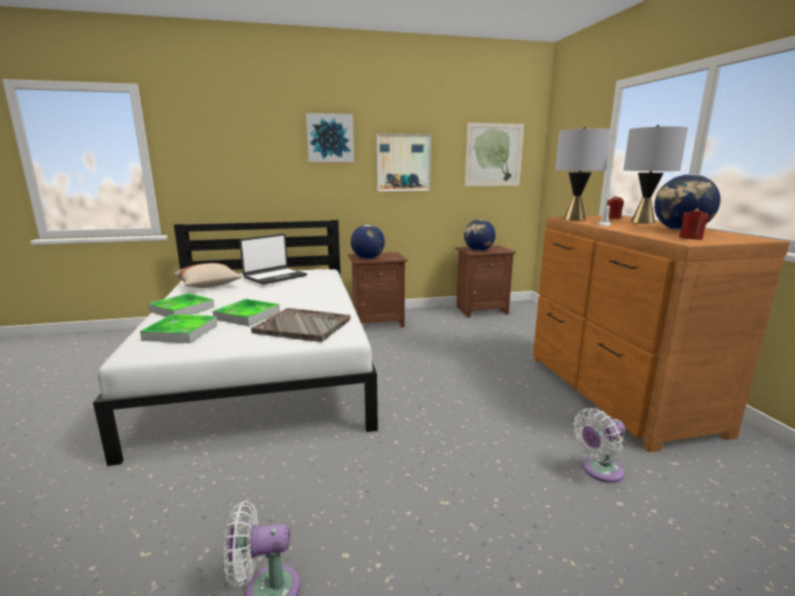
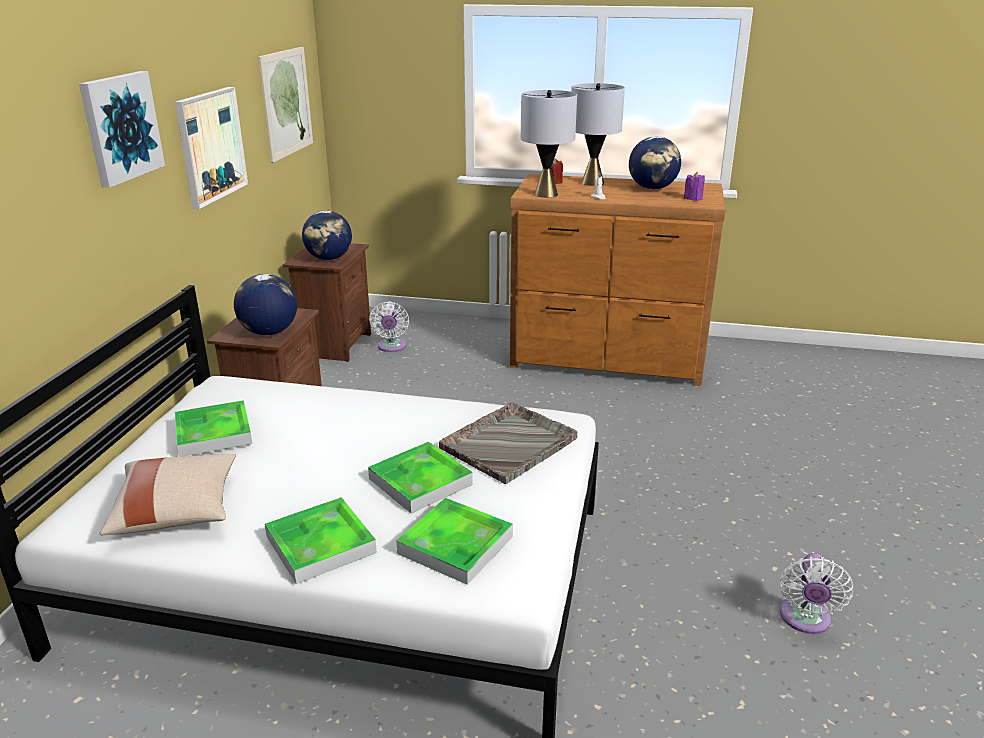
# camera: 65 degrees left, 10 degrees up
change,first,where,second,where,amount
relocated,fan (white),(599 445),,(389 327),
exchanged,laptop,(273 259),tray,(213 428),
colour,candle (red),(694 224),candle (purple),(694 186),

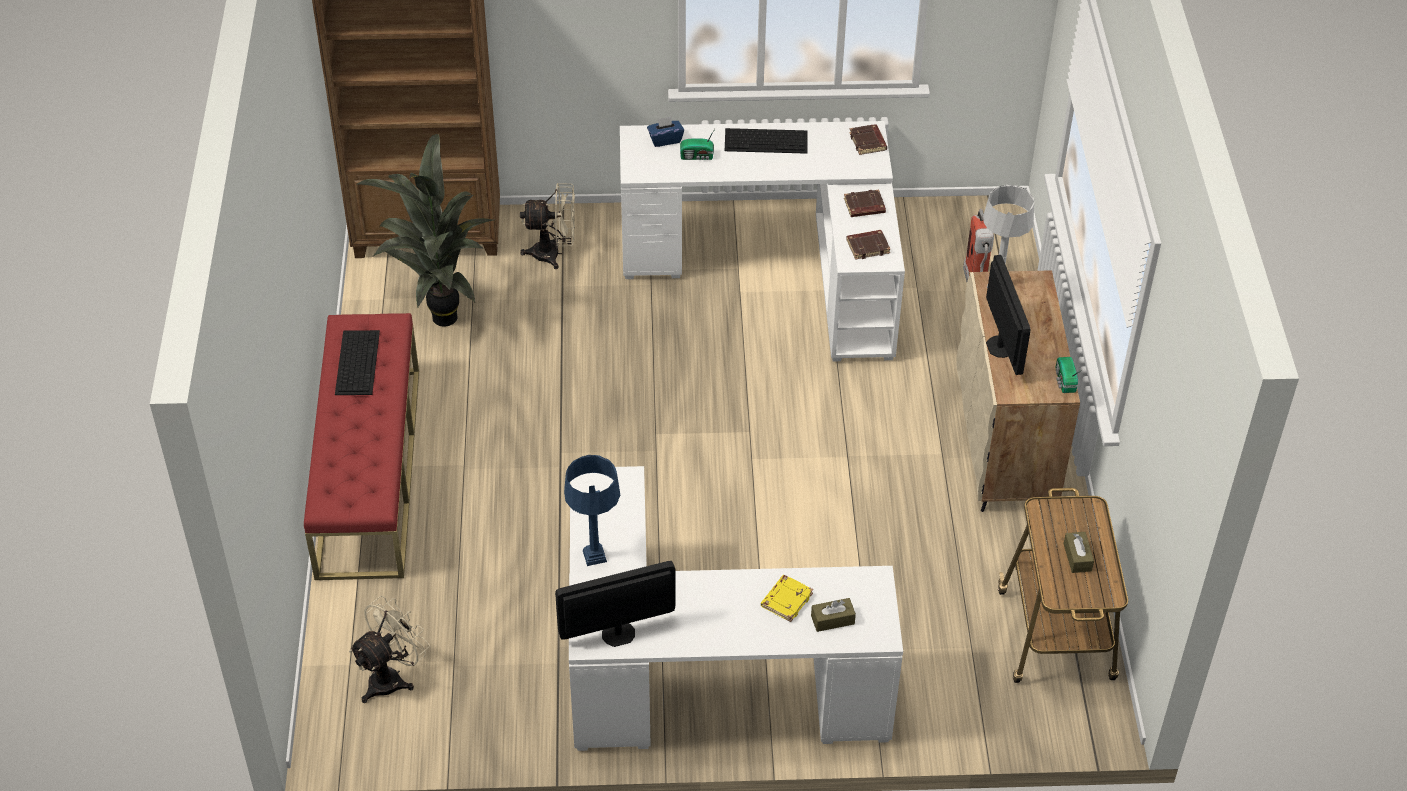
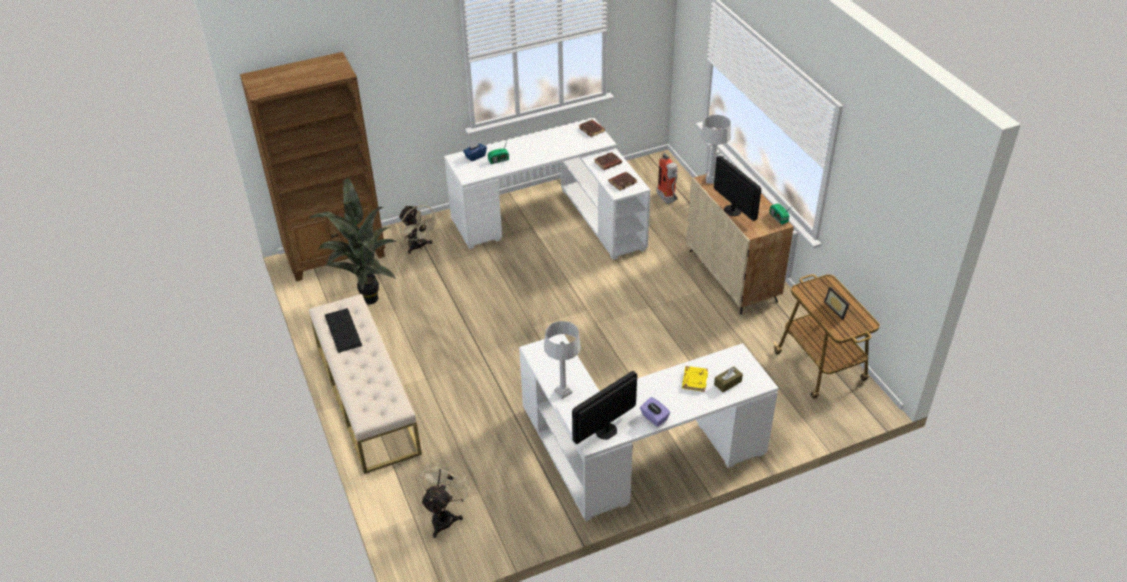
# camera: 20 degrees left, 5 degrees down
change,first,where,second,where,amount
missing,keyboard,(766 141),,,
appeared,,,tissue box (purple),(655 412),
exchanged,tissue box (brown),(1078 552),picture frame,(836 303),
colour,bench (red),(361 446),bench (beige),(365 384),
colour,table lamp (blue),(592 510),table lamp (grey),(562 360),
spun,fan (beige),(547 226),,(419 229),75 degrees clockwise

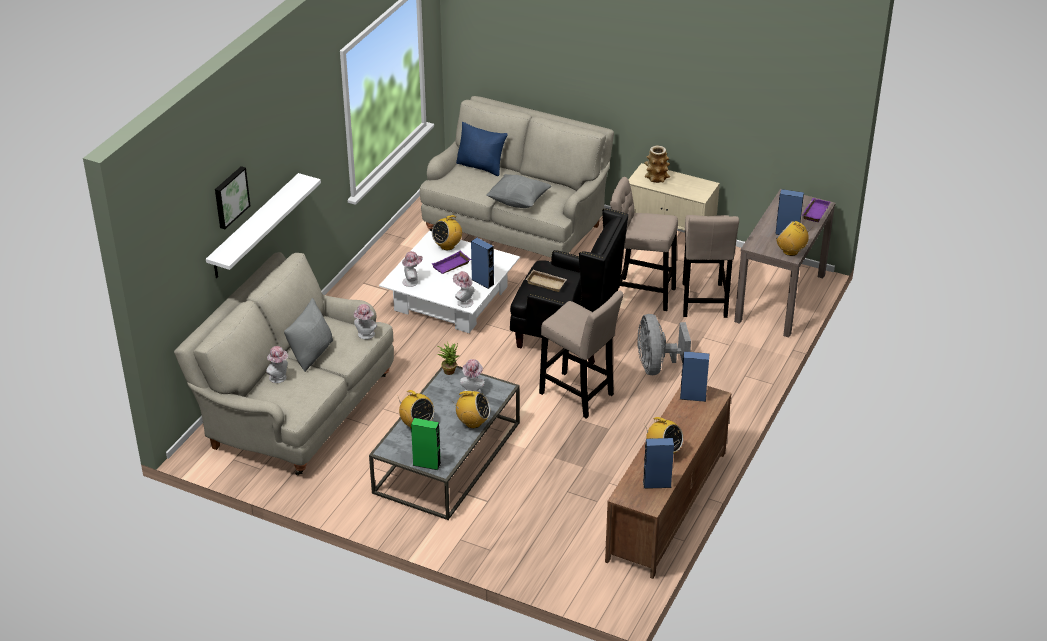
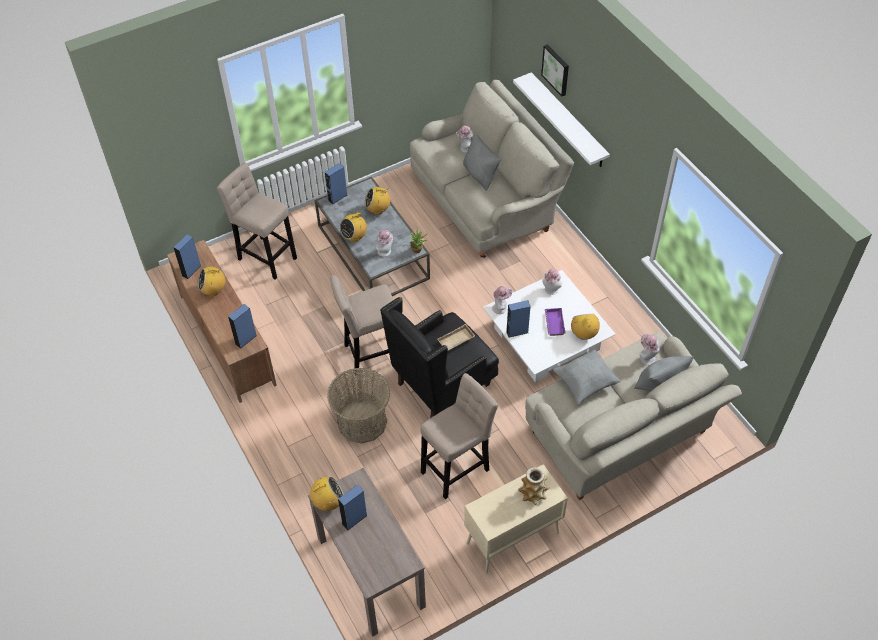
# camera: 125 degrees right, 15 degrees up
change,first,where,second,where,amount
missing,tray (purple),(816 210),,,
relocated,hat,(365 322),,(649 349),
relocated,stool (beige),(711 266),,(257 221),
exchanged,fan (grey),(664 344),basket,(358 406),
colour,speaker (green),(426 444),speaker (blue),(336 184),
colour,pillow (blue),(482 149),pillow (grey),(664 373),

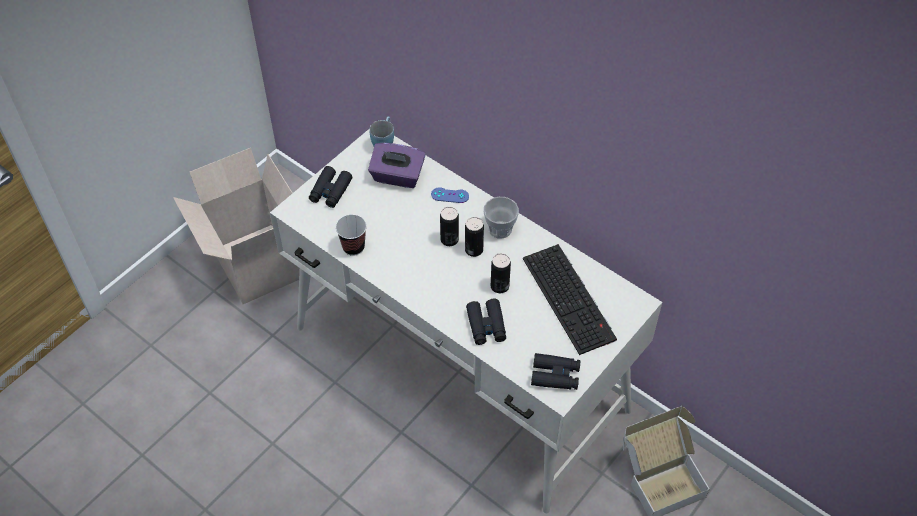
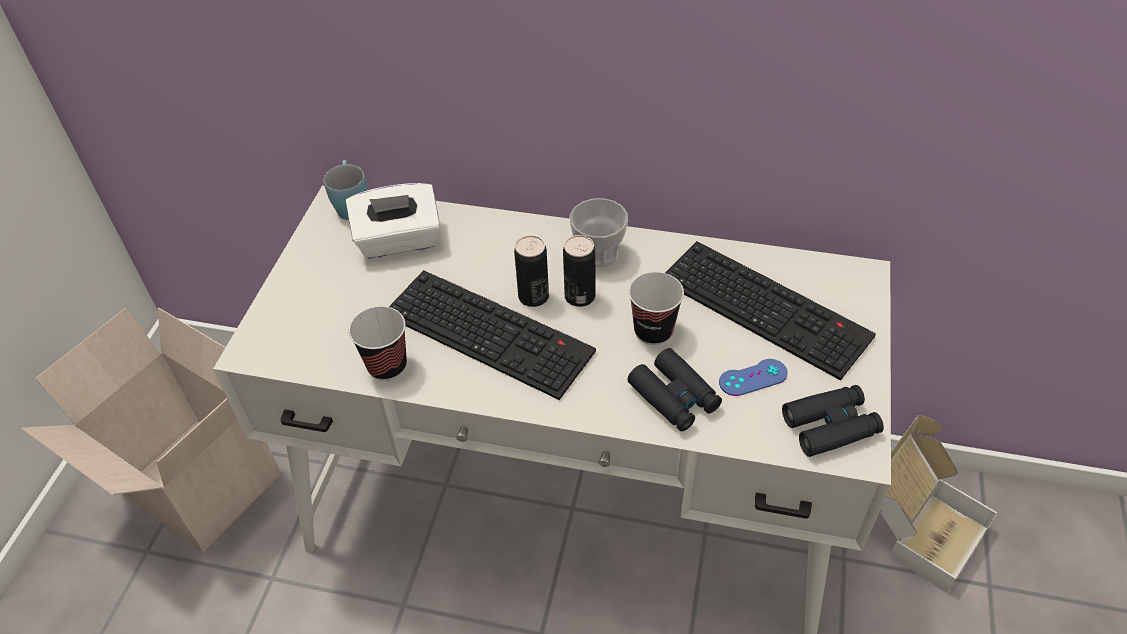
# camera: 25 degrees left, 5 degrees down
change,first,where,second,where,amount
missing,binoculars (black),(330 187),,,
appeared,,,keyboard,(492 335),
relocated,game controller (blue),(450 195),,(753 377),
exchanged,can,(501 273),cup,(656 308),
colour,tissue box (purple),(397 165),tissue box (white),(393 221),

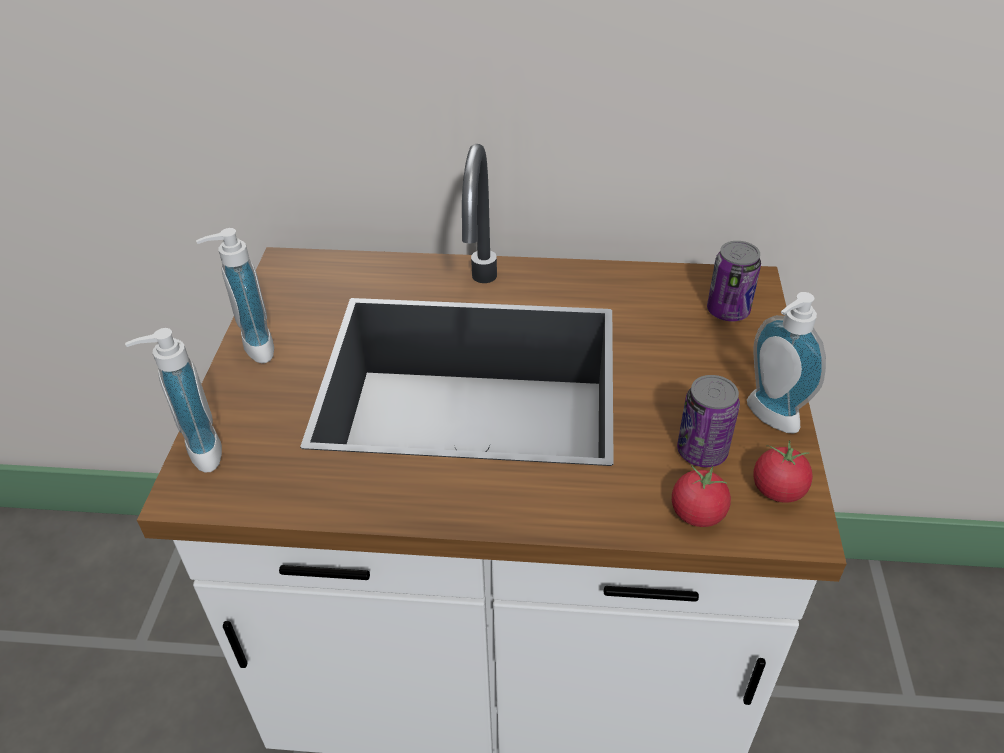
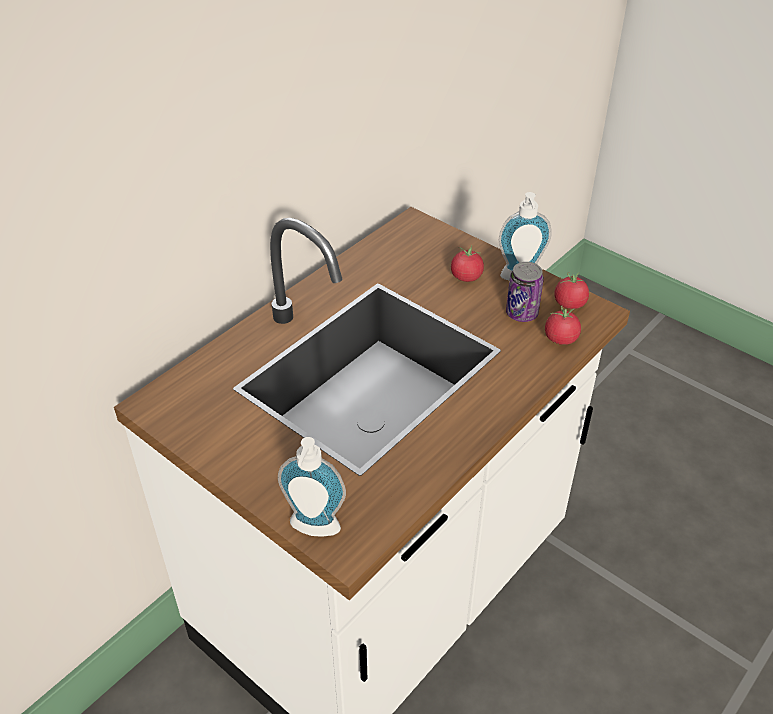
# camera: 55 degrees left, 0 degrees up
change,first,where,second,where,amount
missing,soap dispenser,(235 295),,,
missing,can,(734 281),,,
appeared,,,tomato,(467 263),

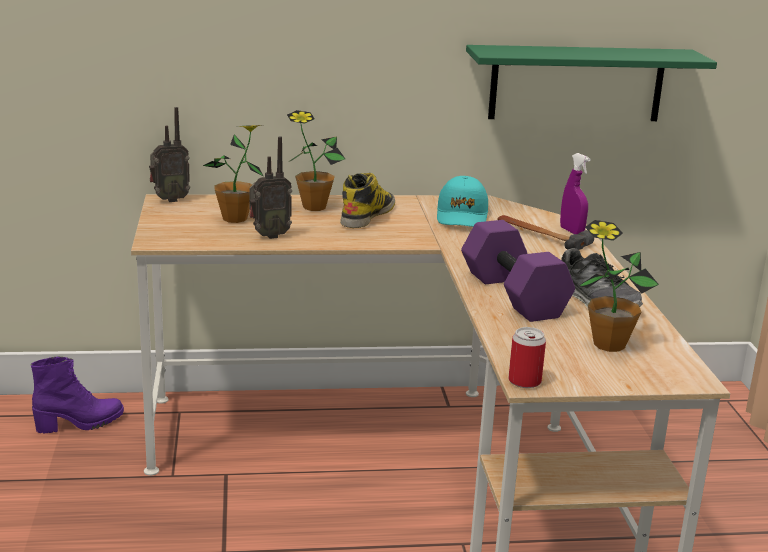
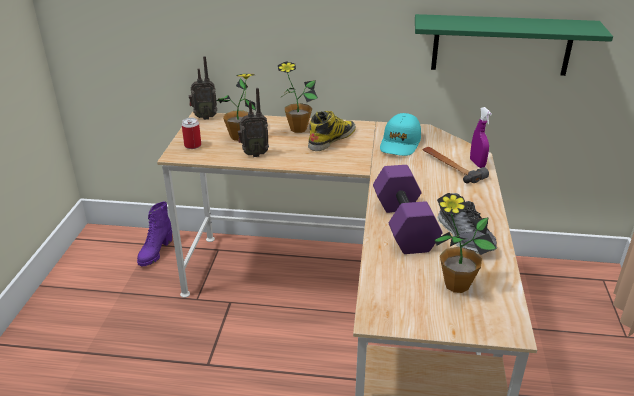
# camera: 15 degrees right, 10 degrees up
change,first,where,second,where,amount
relocated,can,(527 357),,(191 133),
spun,boot (purple),(77 395),,(154 233),120 degrees clockwise

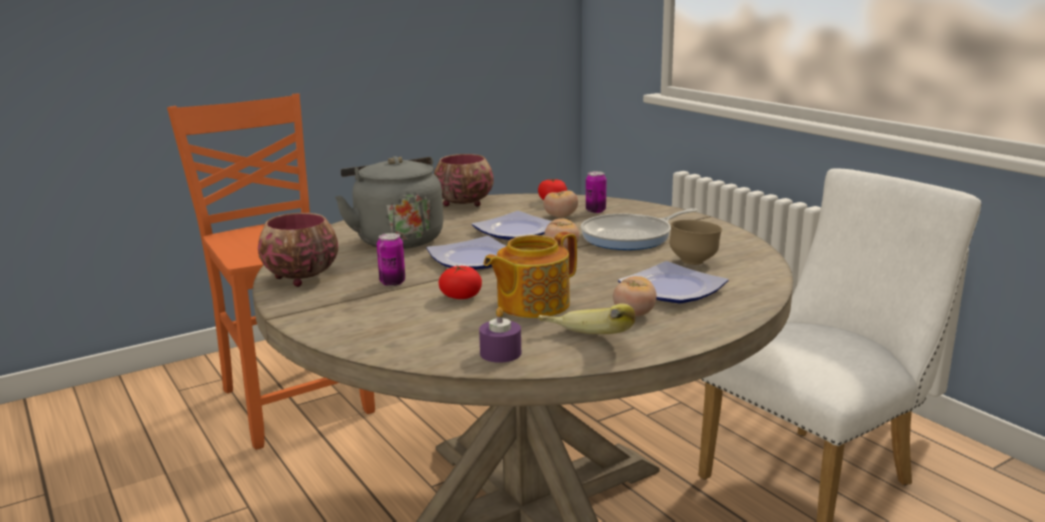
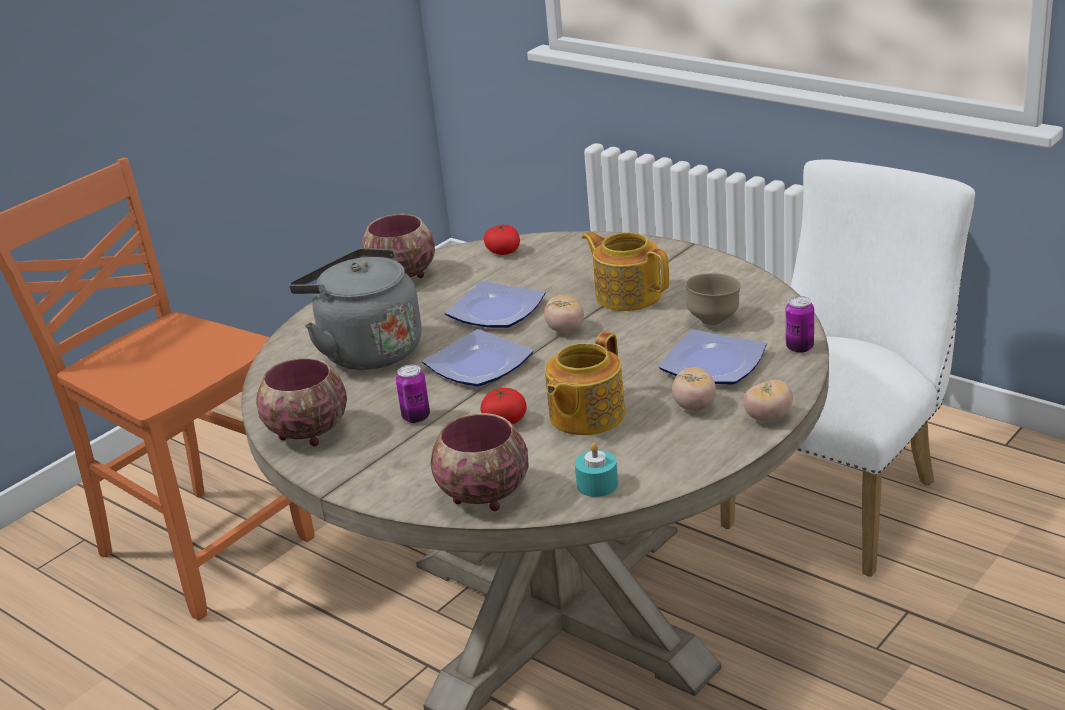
# camera: 15 degrees left, 10 degrees up
change,first,where,second,where,amount
missing,banana,(586 318),,,
appeared,,,bowl,(479 462),
relocated,tomato,(560 204),,(768 401),
relocated,can,(596 192),,(800 324),
exchanged,frying pan,(639 229),teapot,(625 271),
colour,candle (purple),(500 335),candle (turquoise),(596 470),

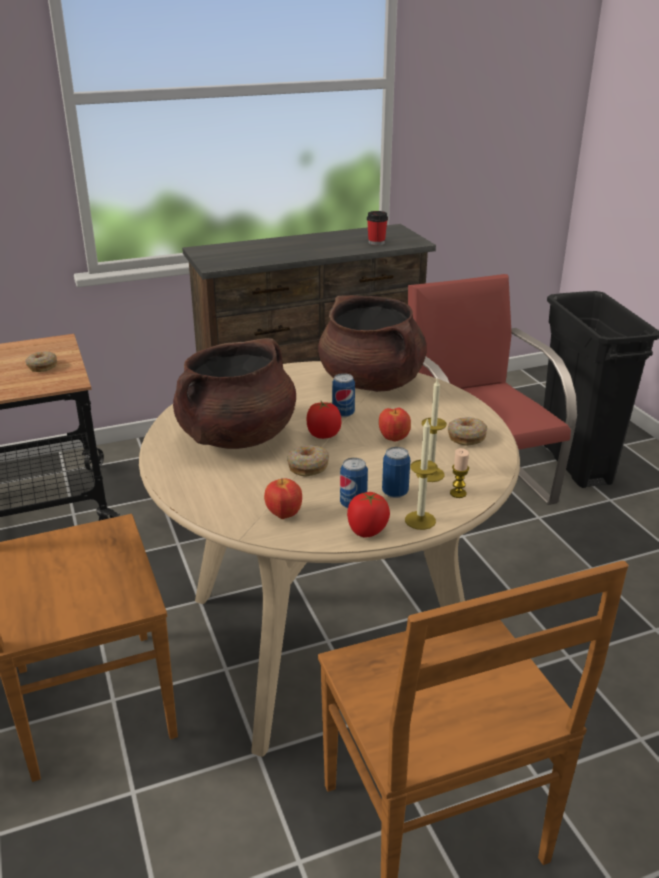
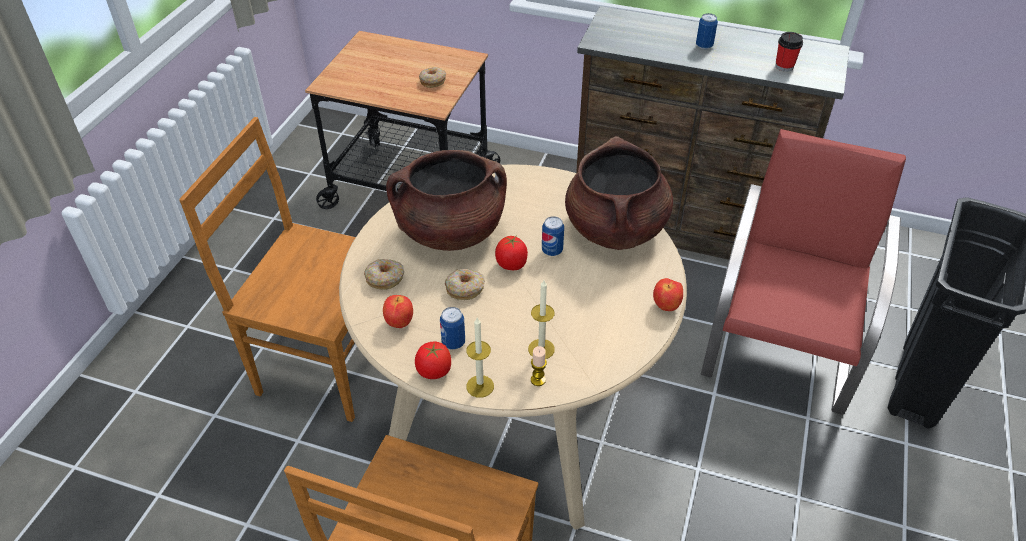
# camera: 40 degrees right, 15 degrees up
change,first,where,second,where,amount
relocated,apple,(395 424),,(668 294),
relocated,can,(396 472),,(707 31),
relocated,donut,(467 431),,(384 274),

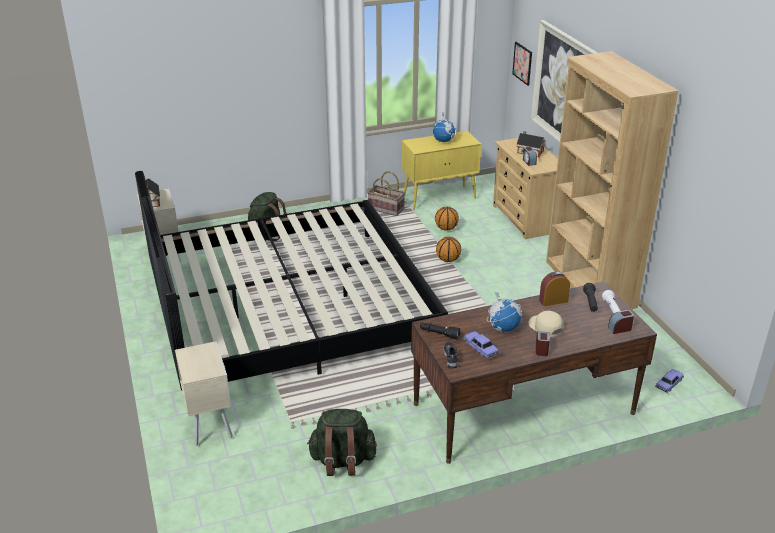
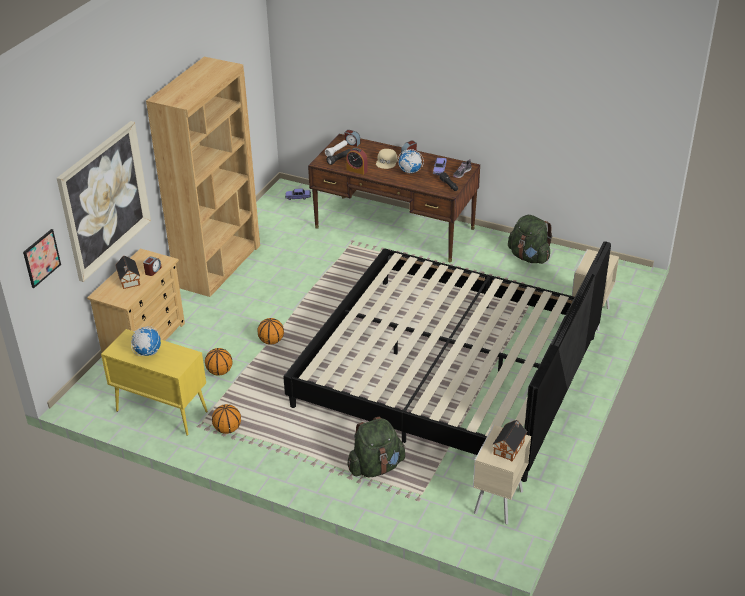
# camera: 135 degrees left, 5 degrees up
change,first,where,second,where,amount
exchanged,basket,(386 193),basketball,(226 419),

